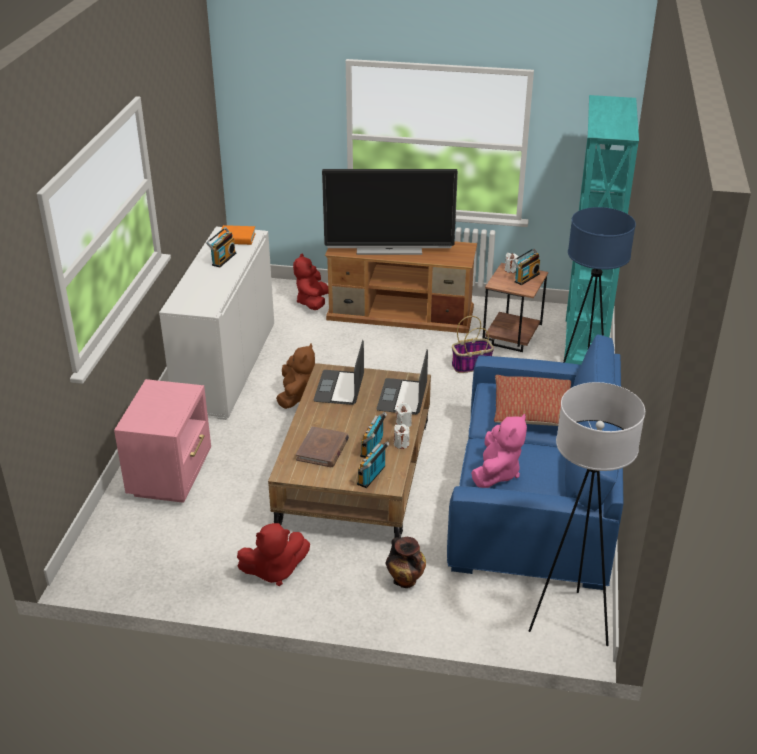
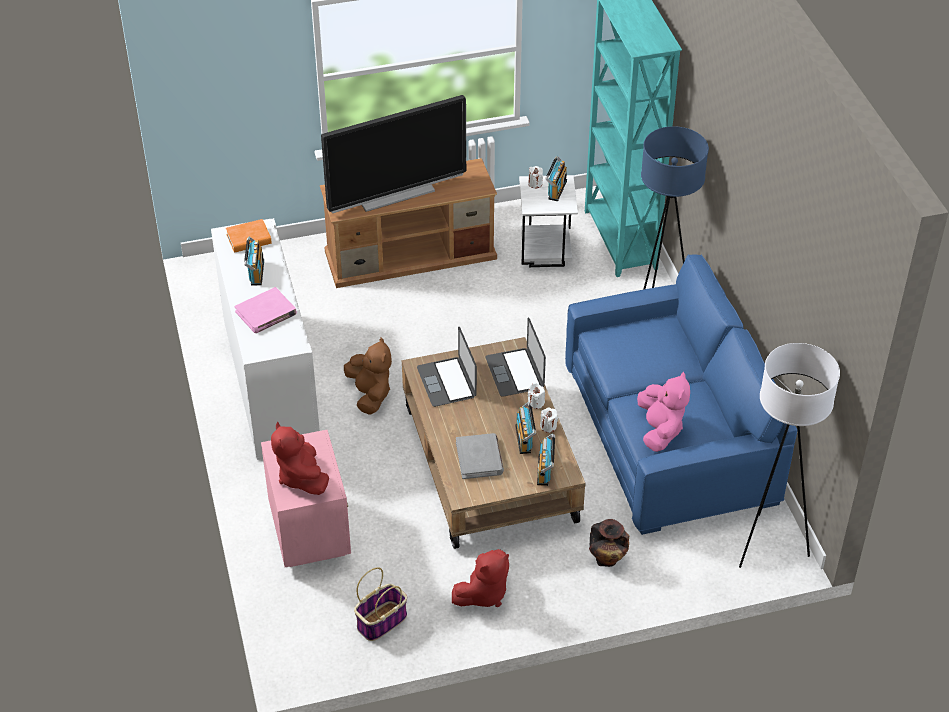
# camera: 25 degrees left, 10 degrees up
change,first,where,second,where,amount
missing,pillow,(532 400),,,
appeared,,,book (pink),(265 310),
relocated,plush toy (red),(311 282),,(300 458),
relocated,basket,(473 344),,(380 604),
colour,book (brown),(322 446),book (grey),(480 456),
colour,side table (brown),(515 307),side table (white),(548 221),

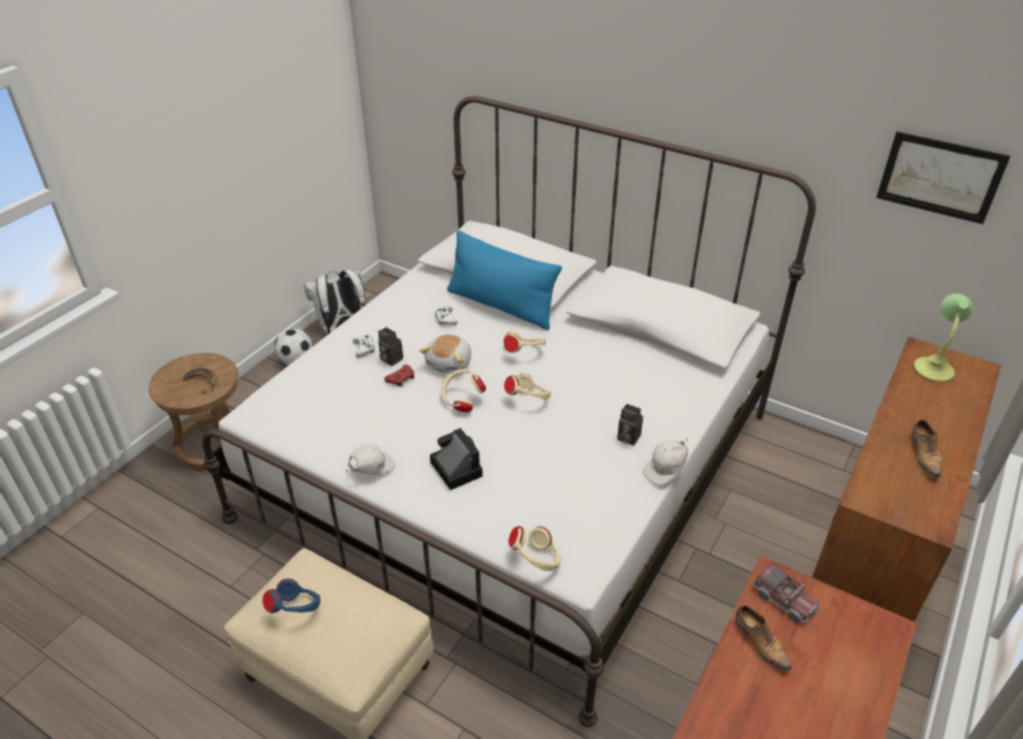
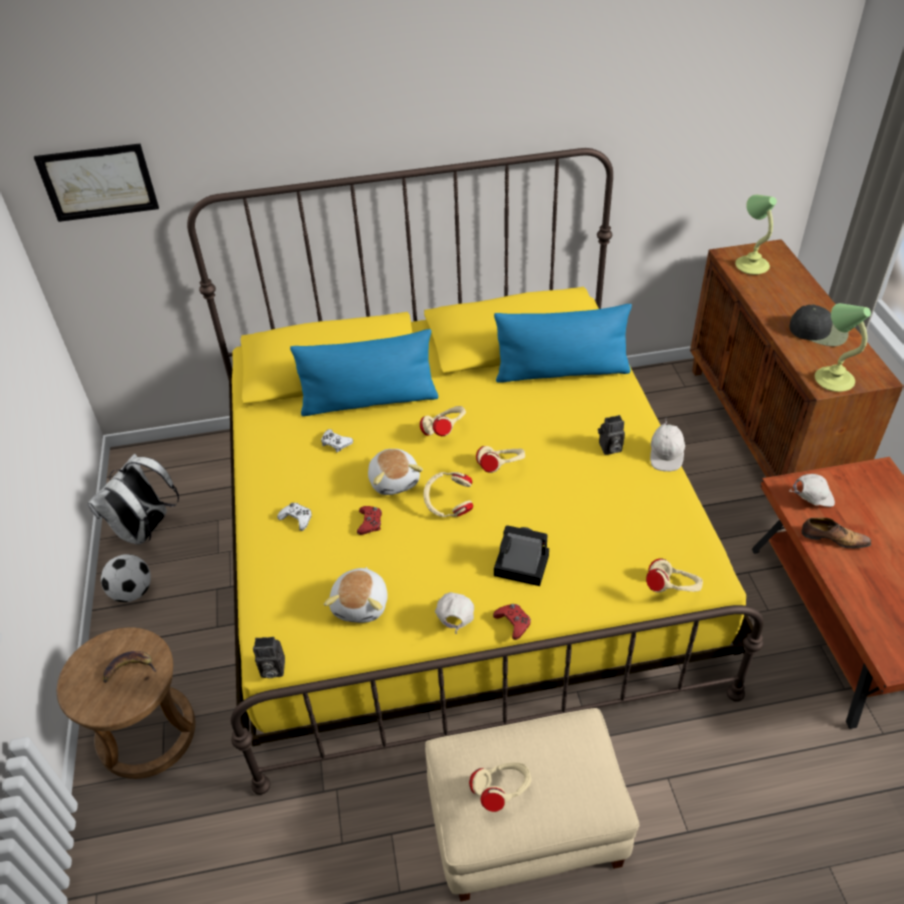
# camera: 40 degrees left, 5 degrees up
change,first,where,second,where,amount
appeared,,,plush toy,(356 595),
appeared,,,game controller (red),(512 622),
appeared,,,pillow (blue),(563 343),
appeared,,,table lamp,(843 347),
relocated,photo camera,(390 346),,(269 657),
relocated,picture,(943 178),,(96 182),
exchanged,toy truck,(785 593),cap (white),(812 490),
exchanged,shoe,(926 450),cap (black),(818 325),
colour,bed (white),(509 411),bed (yellow),(475 471),
colour,headphones (blue),(291 596),headphones (beige),(500 787),

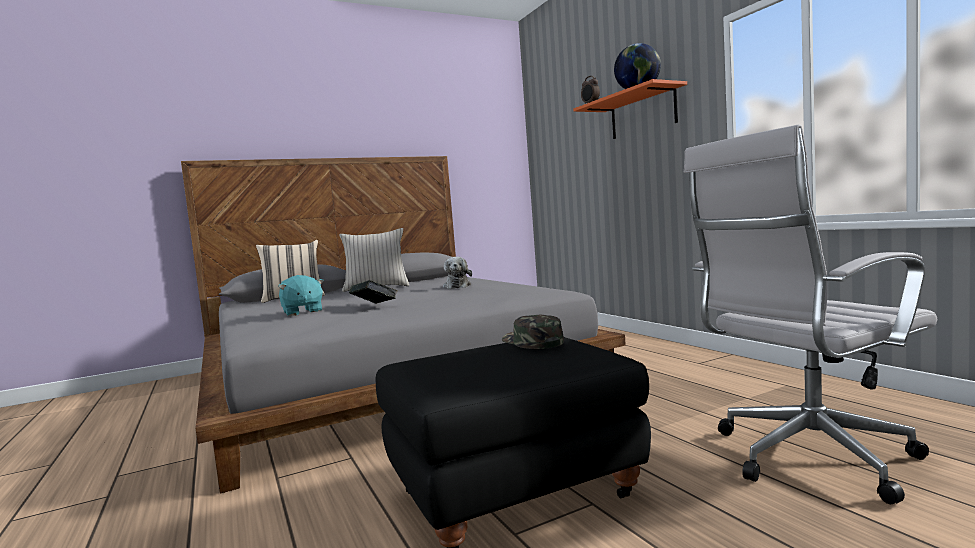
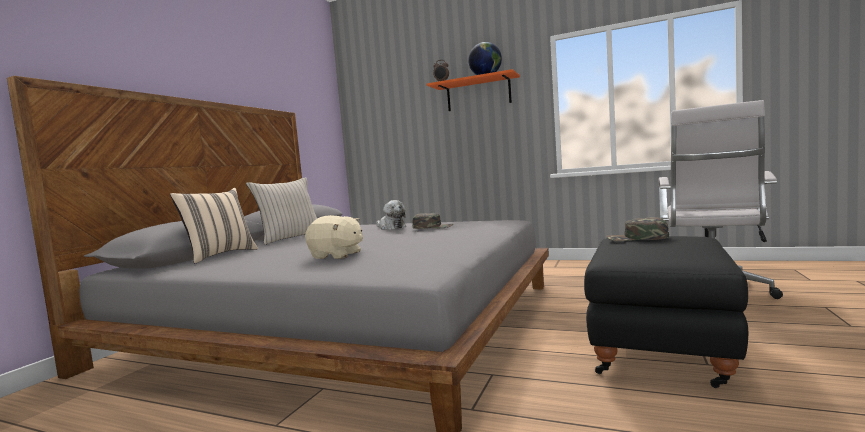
# camera: 40 degrees left, 0 degrees up
change,first,where,second,where,amount
missing,book,(373 292),,,
appeared,,,cap (green),(433 221),
colour,plush toy (turquoise),(301 295),plush toy (beige),(334 237),

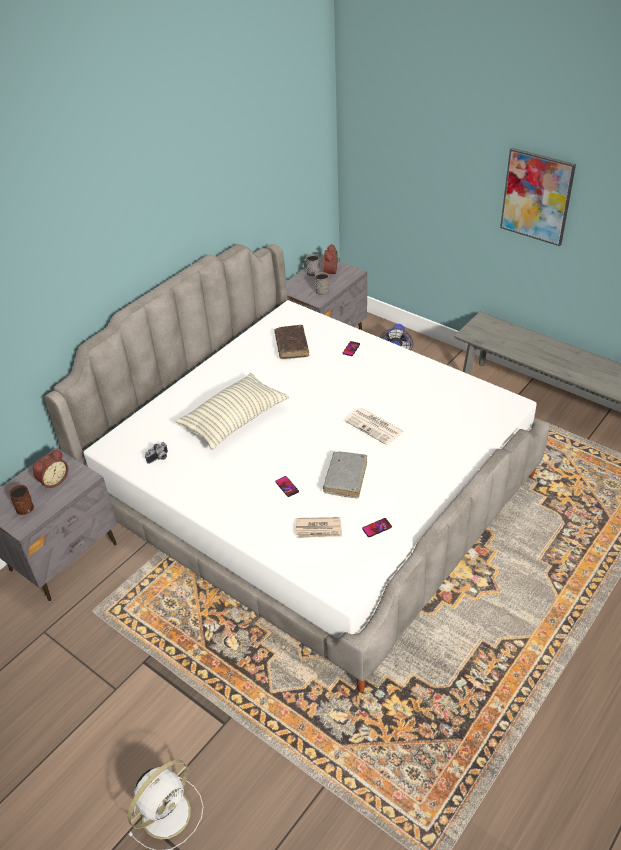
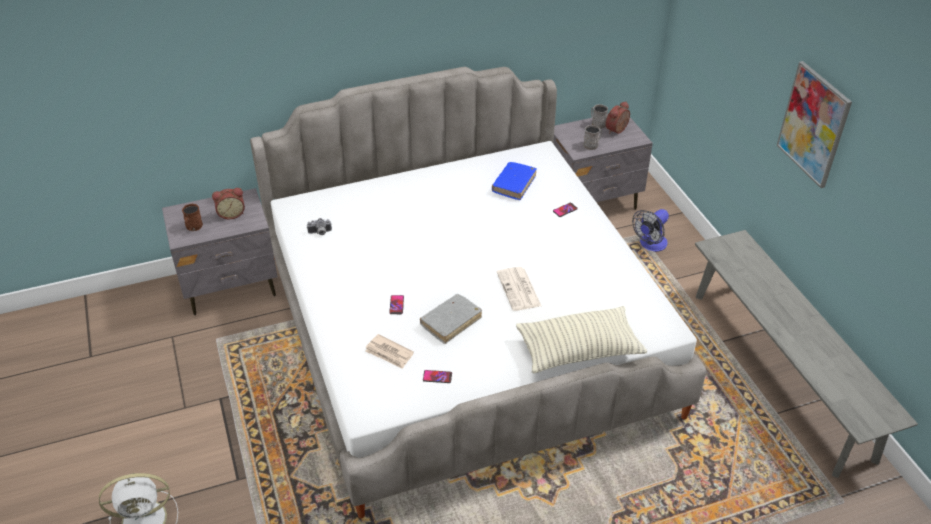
# camera: 30 degrees right, 0 degrees up
change,first,where,second,where,amount
relocated,pillow,(232 411),,(581 339),
colour,book (brown),(291 342),book (blue),(514 181),

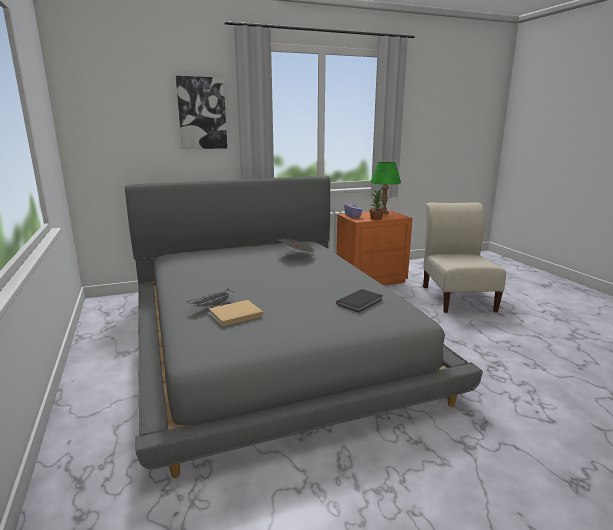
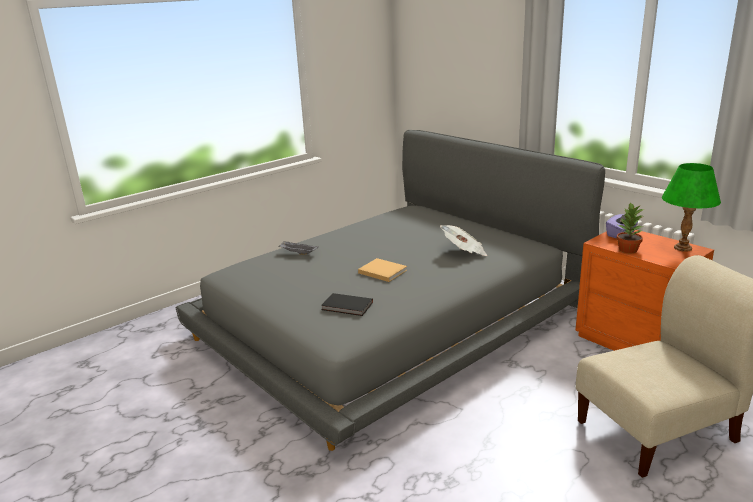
# camera: 70 degrees right, 5 degrees up
change,first,where,second,where,amount
missing,picture,(201 112),,,
relocated,book (beige),(236 313),,(382 270),

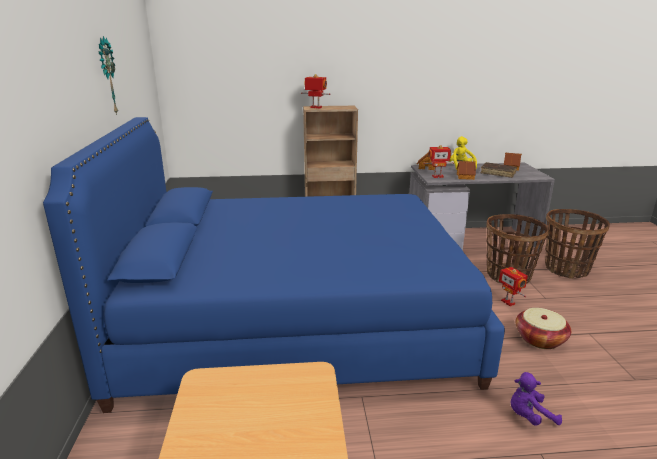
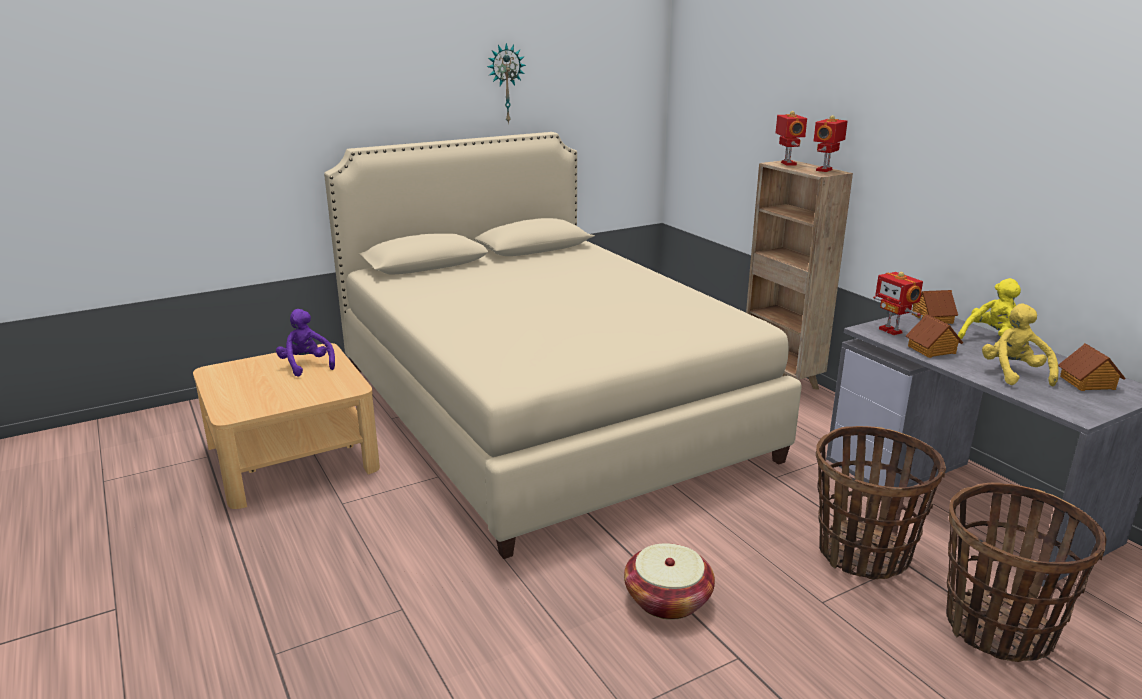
# camera: 65 degrees right, 0 degrees up
change,first,where,second,where,amount
relocated,toy robot,(513 286),,(831 143),
relocated,plush toy (purple),(536 398),,(305 343),
exchanged,book (brown),(498 170),plush toy (yellow),(1020 344),
colour,bed (blue),(274 265),bed (beige),(563 345),

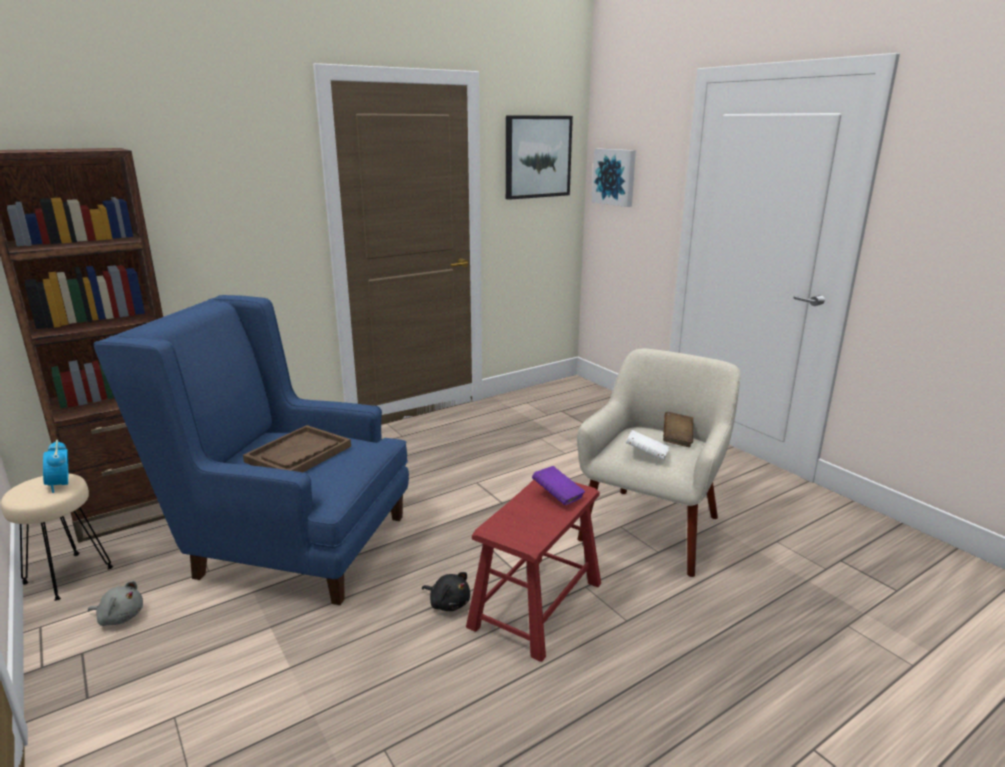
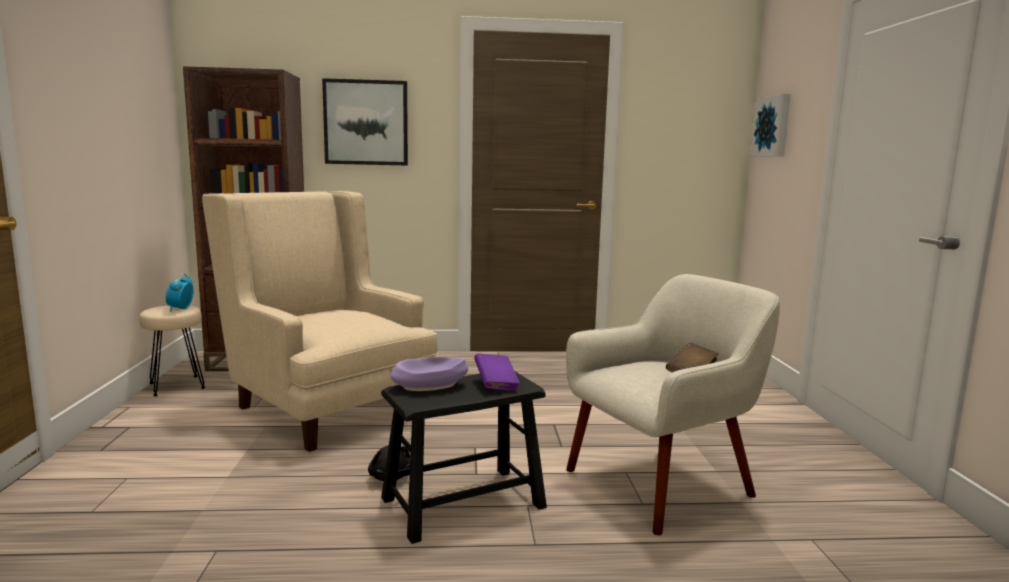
# camera: 30 degrees right, 10 degrees down
change,first,where,second,where,amount
missing,plush toy (grey),(115 603),,,
missing,tray (brown),(297 448),,,
missing,book (white),(647 445),,,
appeared,,,bowl (purple),(429 374),
relocated,picture,(539 157),,(365 121),
colour,armchair (blue),(251 450),armchair (beige),(320 321),
colour,stool (red),(533 571),stool (black),(464 458),

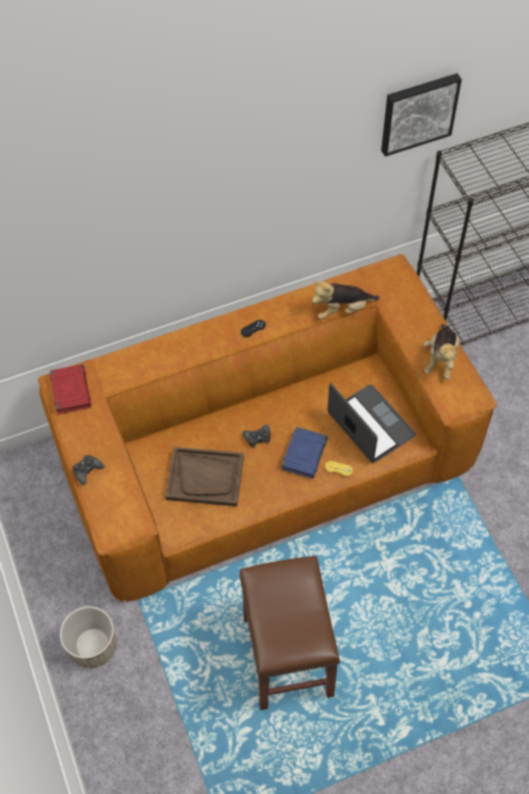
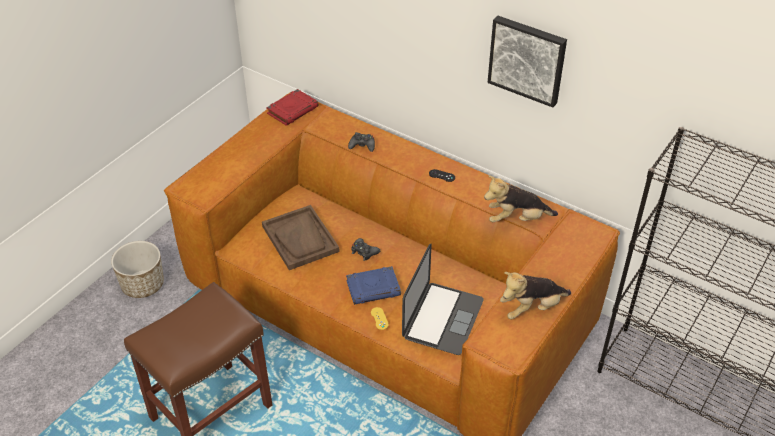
# camera: 55 degrees right, 15 degrees down
change,first,where,second,where,amount
relocated,game controller (black),(88 470),,(361 142),
relocated,picture,(421 115),,(527 62),
spun,plush toy,(346 300),,(521 198),45 degrees counterclockwise

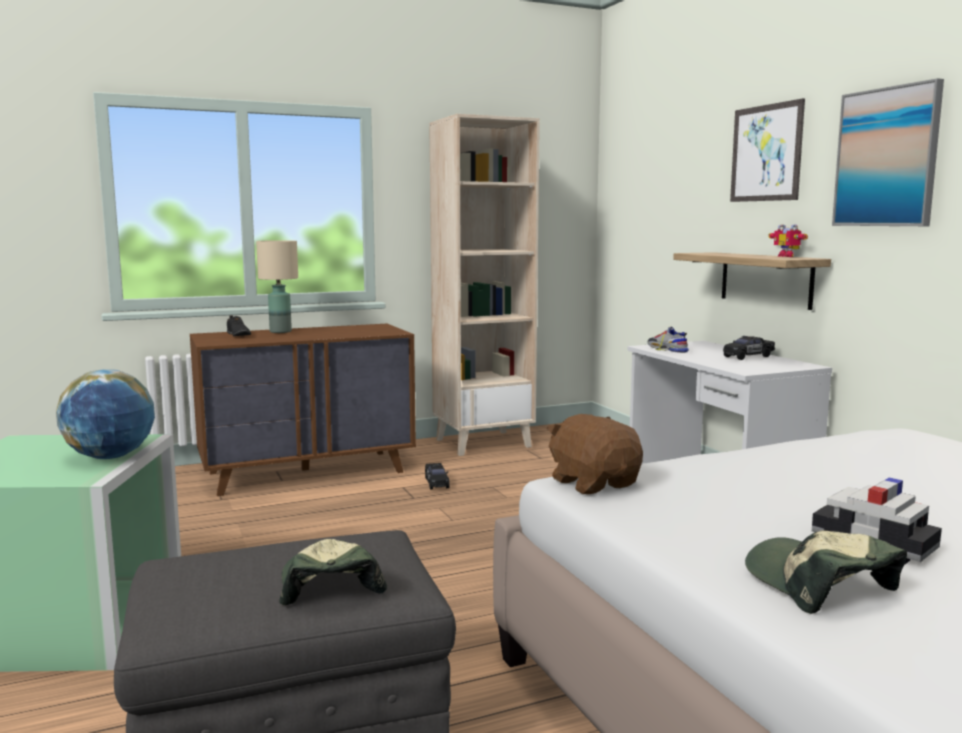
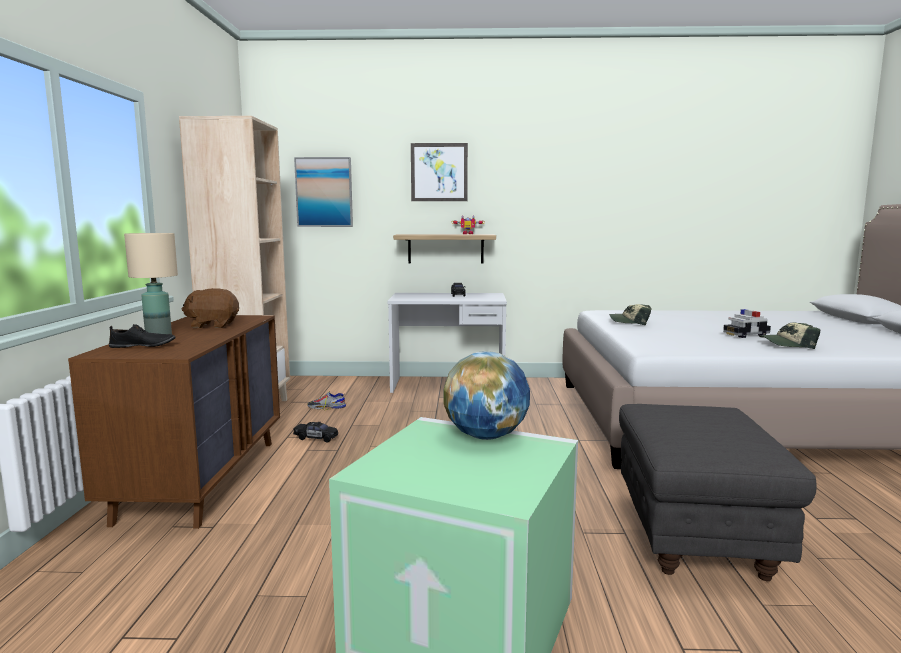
# camera: 65 degrees left, 0 degrees up
change,first,where,second,where,amount
relocated,cap,(333 572),,(630 315),
relocated,plush toy (brown),(595 454),,(210 308),
relocated,shoe,(668 339),,(326 400),
relocated,picture,(888 152),,(323 192),

